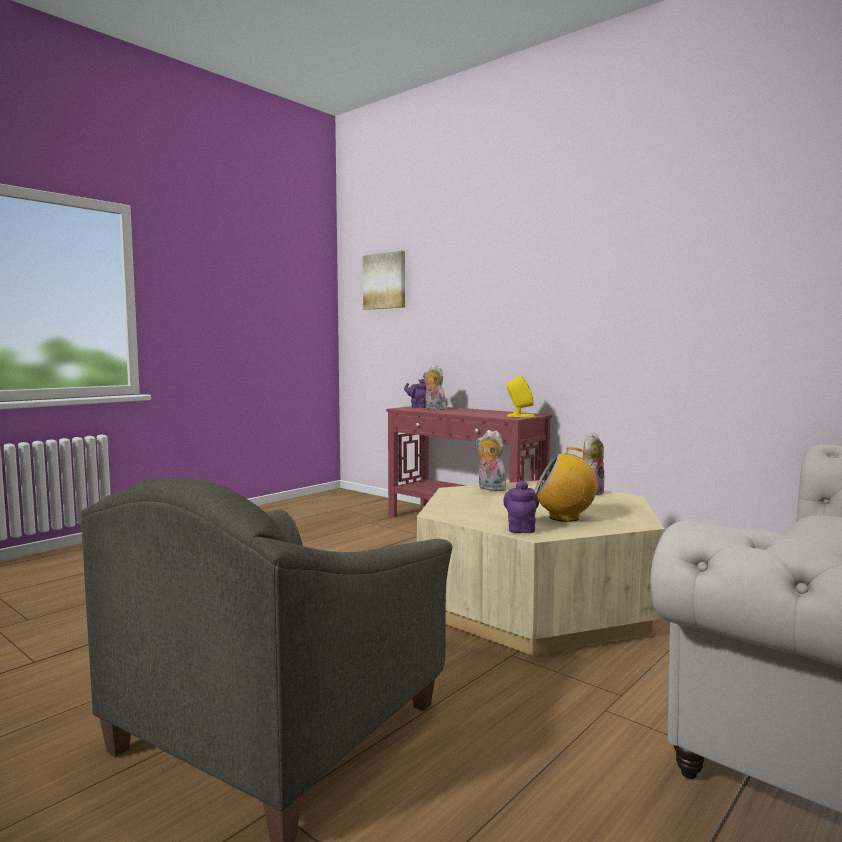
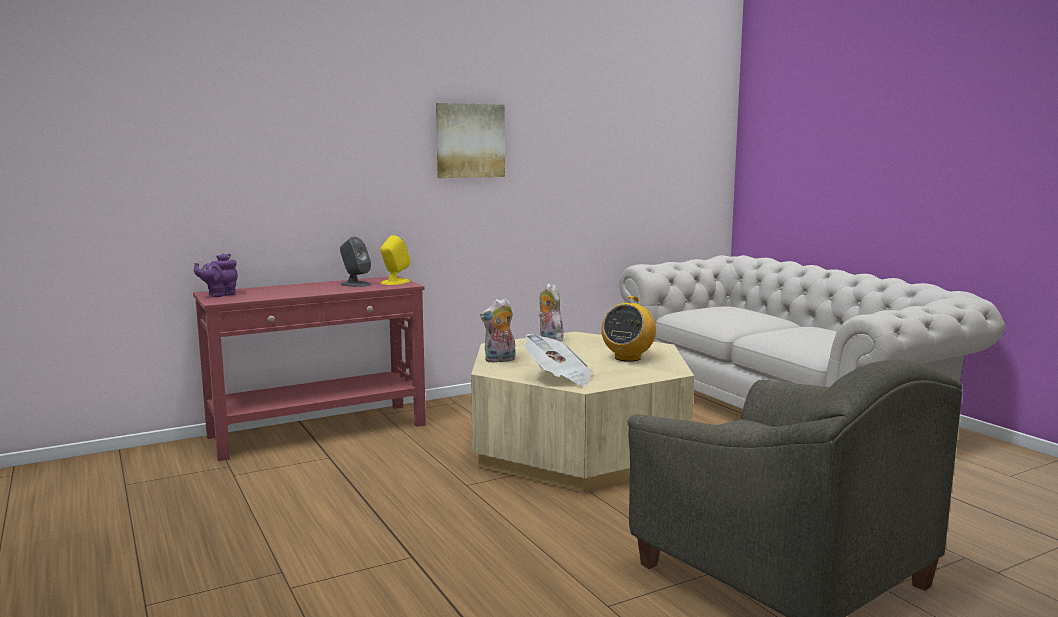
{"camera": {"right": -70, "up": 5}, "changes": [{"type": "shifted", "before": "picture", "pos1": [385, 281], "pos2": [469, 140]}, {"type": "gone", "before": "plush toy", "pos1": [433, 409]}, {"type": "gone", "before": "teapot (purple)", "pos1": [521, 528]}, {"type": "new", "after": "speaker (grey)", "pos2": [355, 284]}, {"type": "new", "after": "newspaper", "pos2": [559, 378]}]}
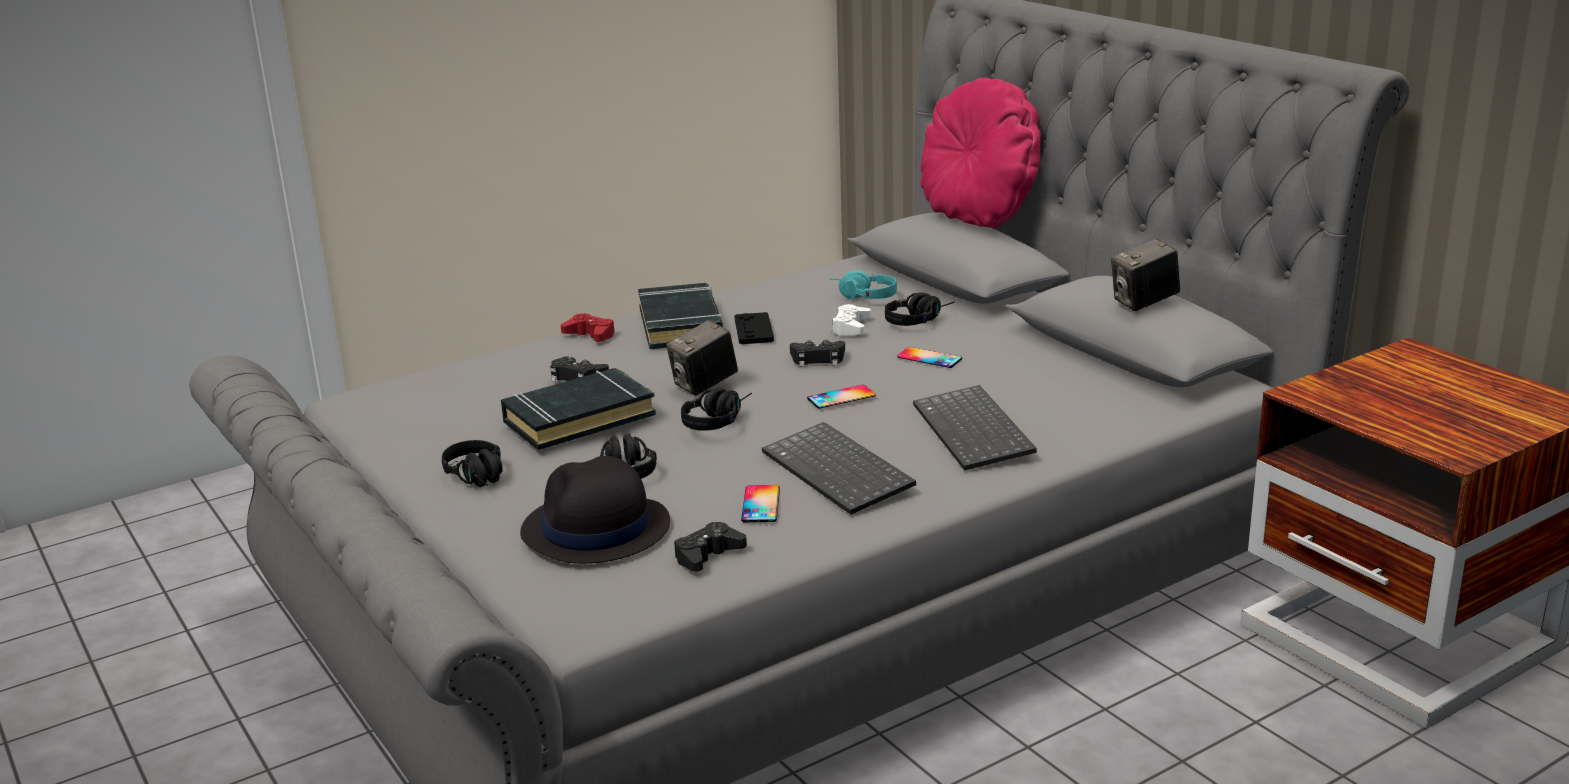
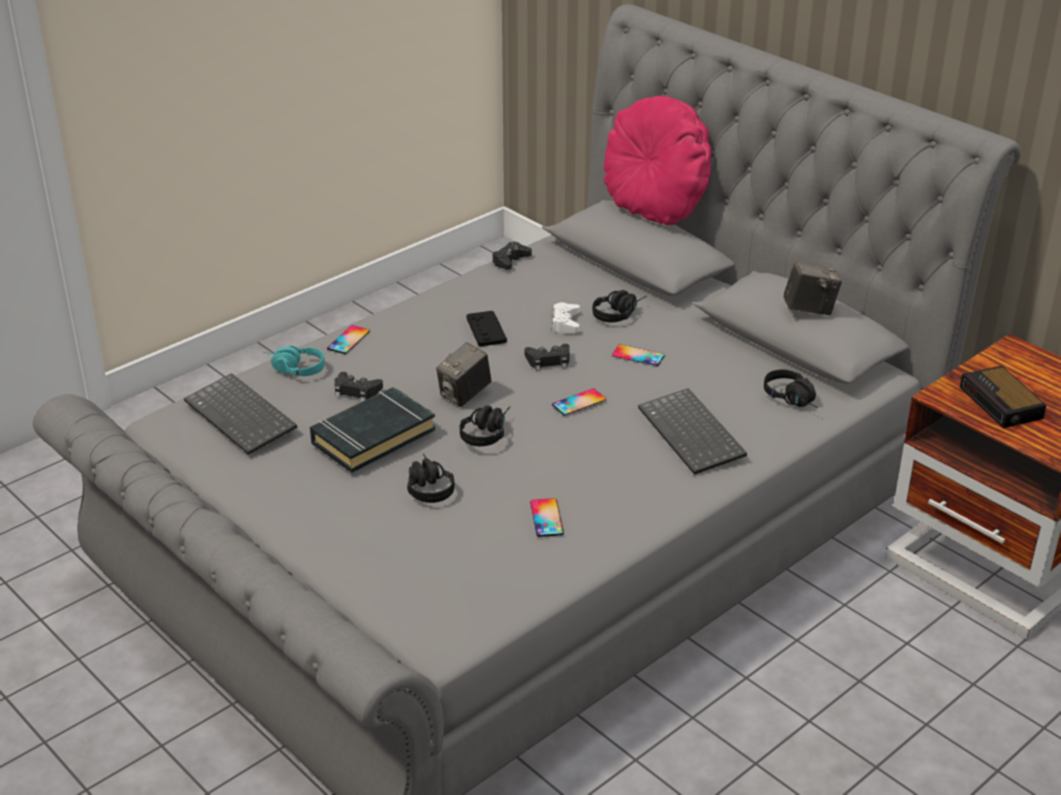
{"camera": {"right": -10, "up": 10}, "changes": [{"type": "rotated", "before": "photo camera", "pos1": [1144, 303], "pos2": [809, 309], "turn": -150}, {"type": "shifted", "before": "headphones (turquoise)", "pos1": [861, 296], "pos2": [292, 369]}, {"type": "gone", "before": "book (black)", "pos1": [681, 325]}, {"type": "swapped", "before": "game controller (red)", "after": "phone", "pos1": [590, 335], "pos2": [348, 340]}, {"type": "shifted", "before": "keyboard", "pos1": [840, 471], "pos2": [243, 416]}, {"type": "shifted", "before": "headphones (black)", "pos1": [480, 479], "pos2": [794, 399]}, {"type": "gone", "before": "hat (black)", "pos1": [595, 530]}, {"type": "shifted", "before": "game controller (black)", "pos1": [708, 555], "pos2": [510, 261]}, {"type": "new", "after": "alarm clock", "pos2": [1002, 404]}]}
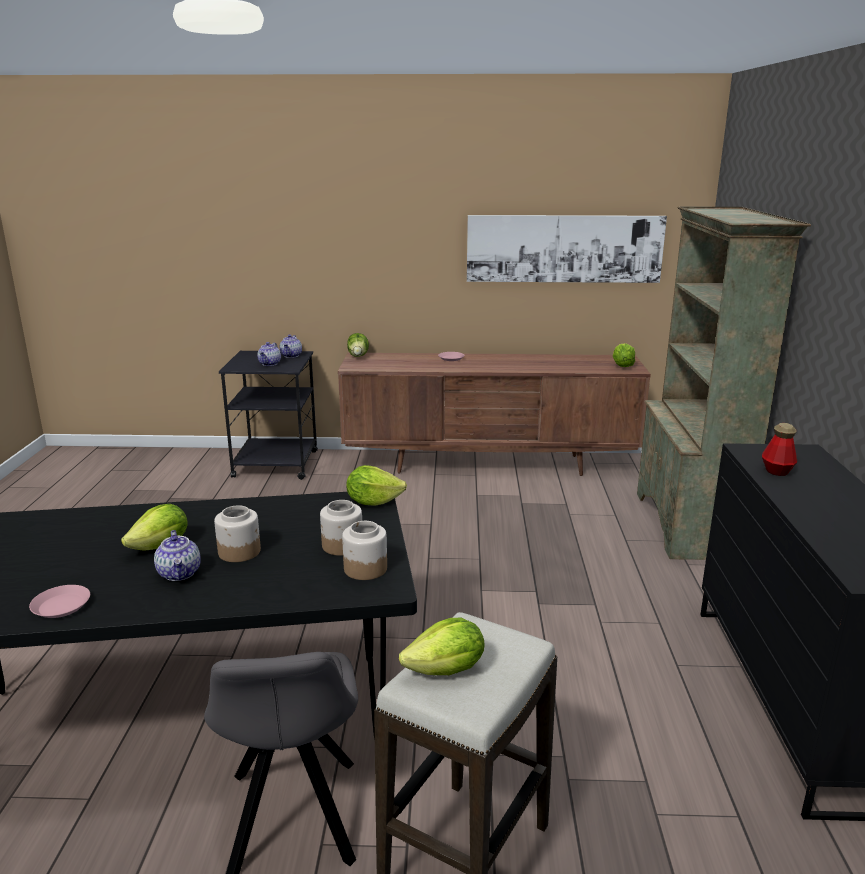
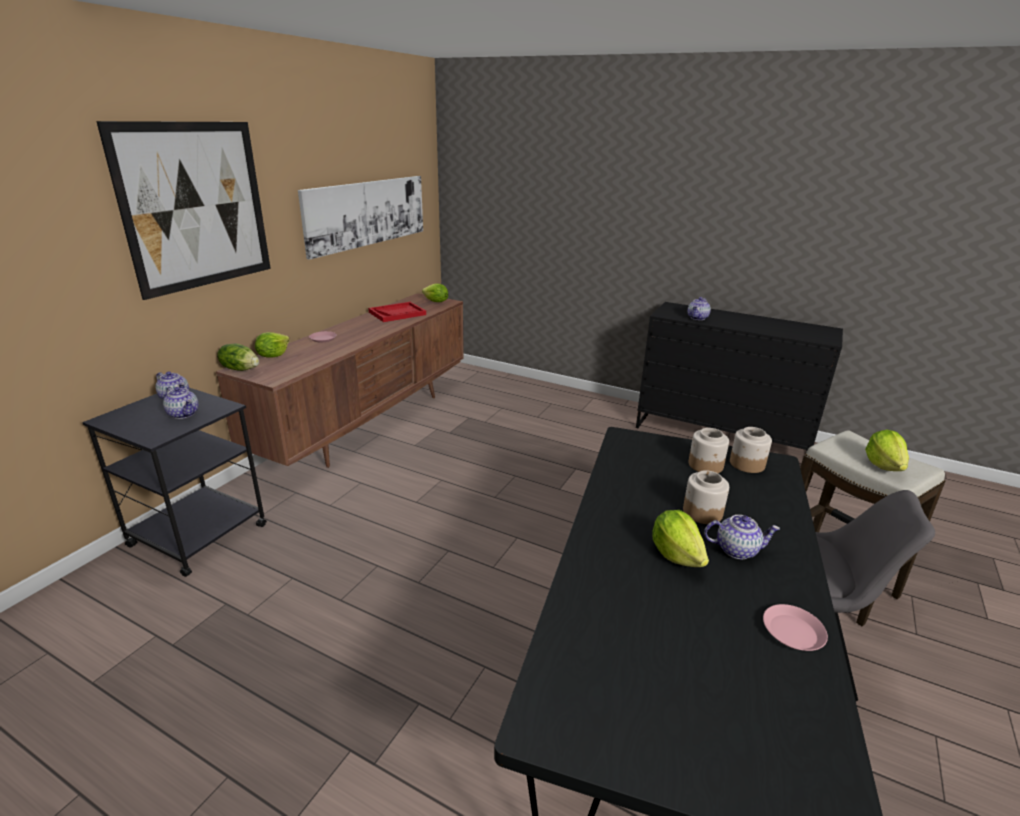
{"camera": {"right": -65, "up": 5}, "changes": [{"type": "gone", "before": "bookcase (green)", "pos1": [687, 524]}, {"type": "swapped", "before": "bottle", "after": "teapot", "pos1": [777, 471], "pos2": [697, 318]}, {"type": "shifted", "before": "lettuce", "pos1": [373, 501], "pos2": [273, 355]}, {"type": "new", "after": "picture", "pos2": [196, 206]}, {"type": "new", "after": "tray (red)", "pos2": [397, 313]}]}
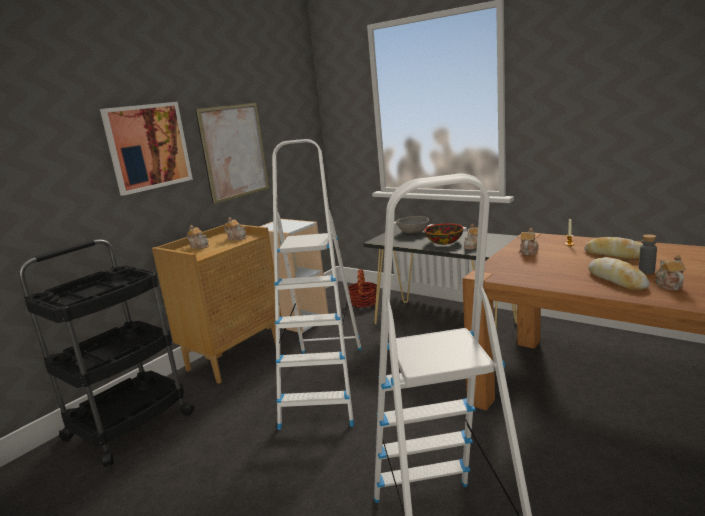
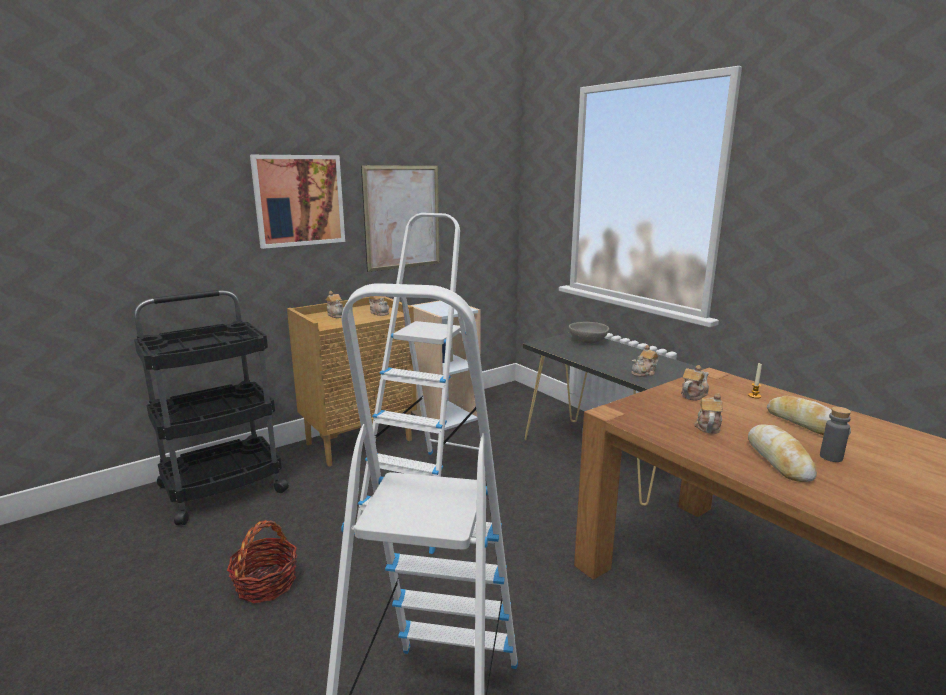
{"camera": {"right": 15, "up": 0}, "changes": [{"type": "gone", "before": "bowl", "pos1": [444, 242]}, {"type": "shifted", "before": "teapot", "pos1": [668, 285], "pos2": [707, 426]}, {"type": "shifted", "before": "basket", "pos1": [363, 302], "pos2": [266, 583]}]}
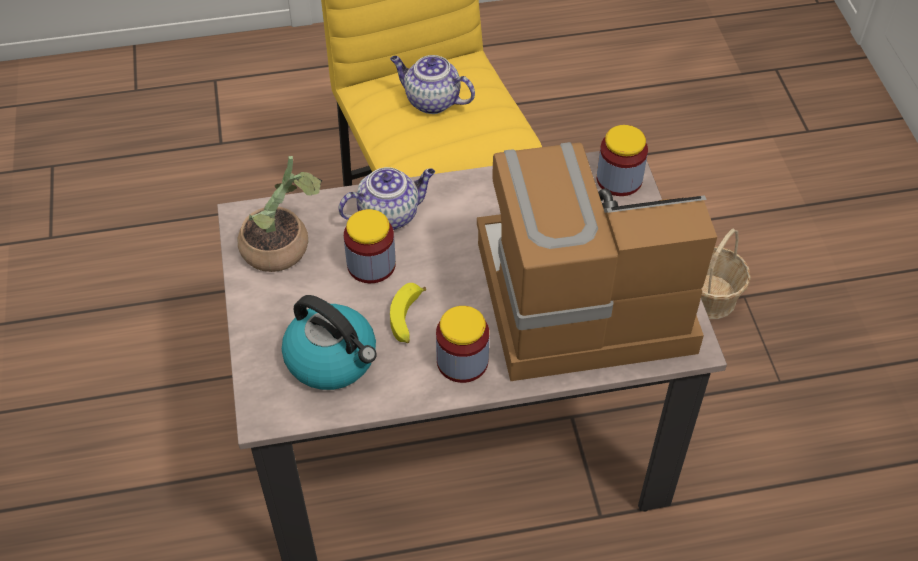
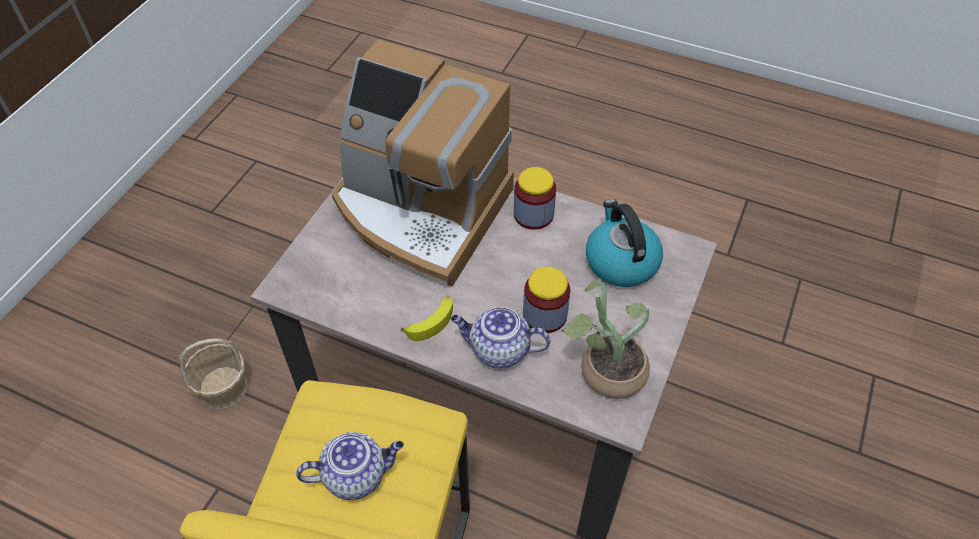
{"camera": {"right": -145, "up": 0}, "changes": [{"type": "rotated", "before": "teapot", "pos1": [431, 101], "pos2": [356, 475], "turn": -75}, {"type": "gone", "before": "jar", "pos1": [619, 179]}, {"type": "shifted", "before": "banana", "pos1": [407, 319], "pos2": [431, 321]}]}
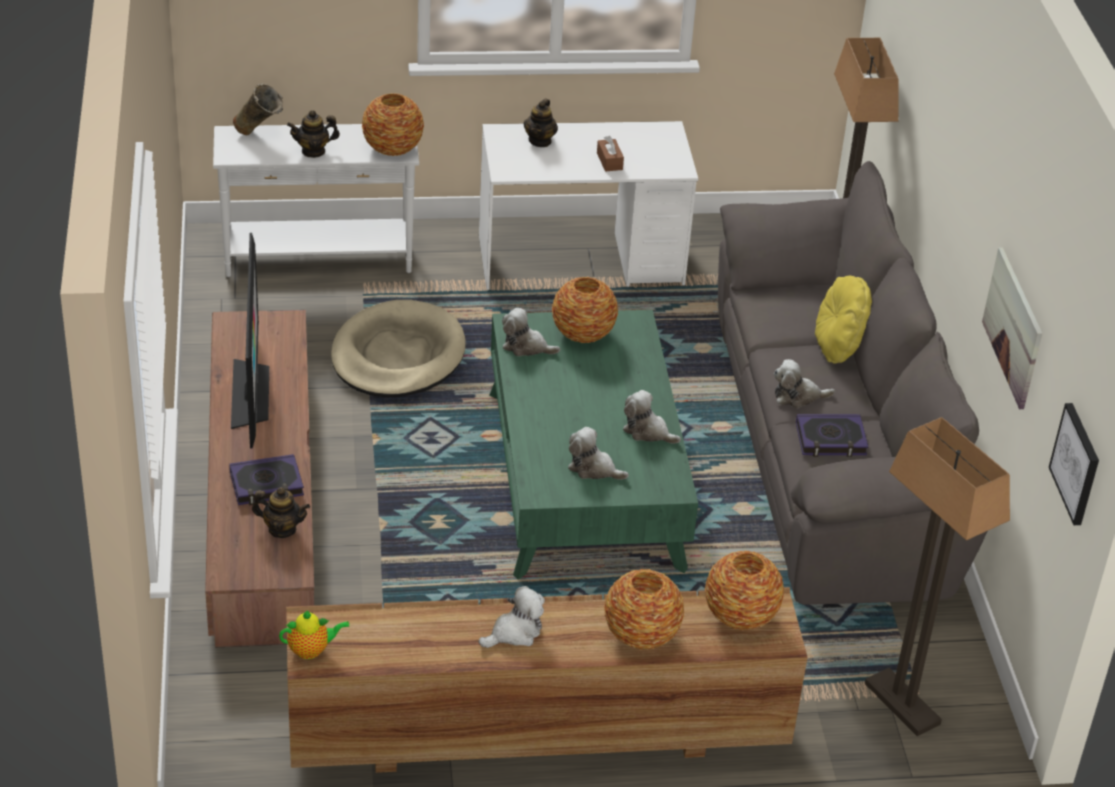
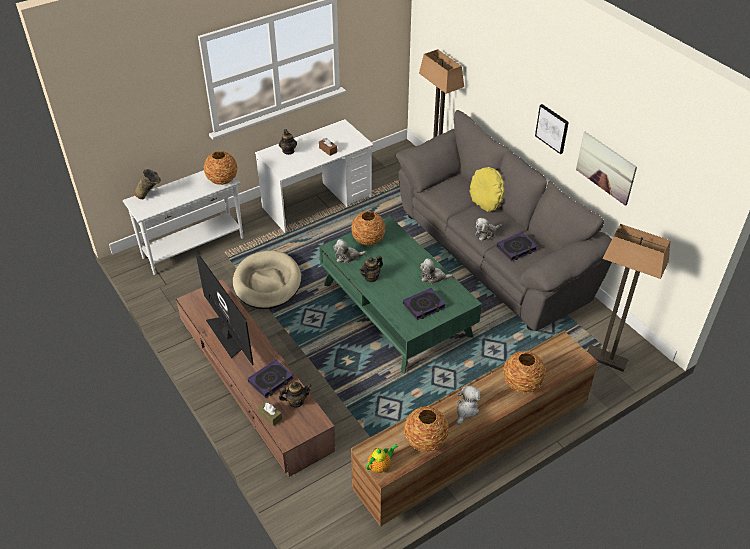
{"camera": {"right": -25, "up": 5}, "changes": [{"type": "shifted", "before": "teapot", "pos1": [313, 151], "pos2": [371, 277]}, {"type": "shifted", "before": "picture", "pos1": [1076, 463], "pos2": [552, 128]}, {"type": "swapped", "before": "plush toy", "after": "book", "pos1": [593, 468], "pos2": [424, 306]}, {"type": "shifted", "before": "vase", "pos1": [740, 615], "pos2": [425, 440]}, {"type": "new", "after": "tissue box (brown)", "pos2": [270, 416]}]}
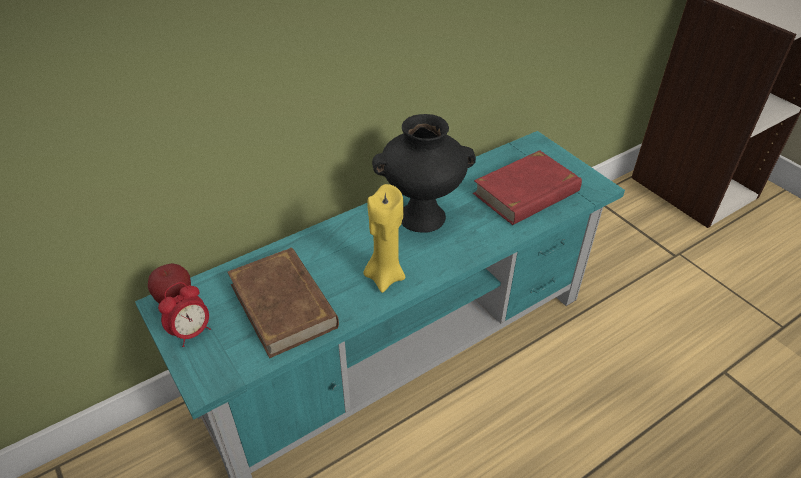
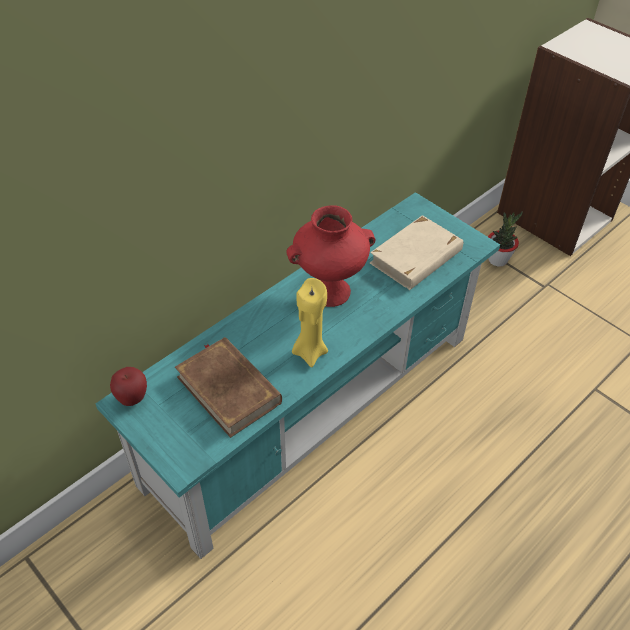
{"camera": {"right": -10, "up": 5}, "changes": [{"type": "repainted", "before": "vase (black)", "after": "vase (red)", "pos1": [423, 216], "pos2": [330, 291]}, {"type": "repainted", "before": "book (red)", "after": "book (beige)", "pos1": [527, 193], "pos2": [416, 257]}, {"type": "gone", "before": "alarm clock", "pos1": [191, 333]}, {"type": "new", "after": "potted plant", "pos2": [498, 260]}]}
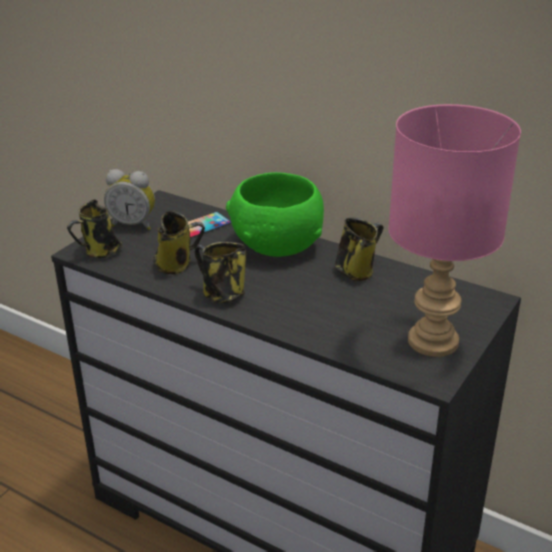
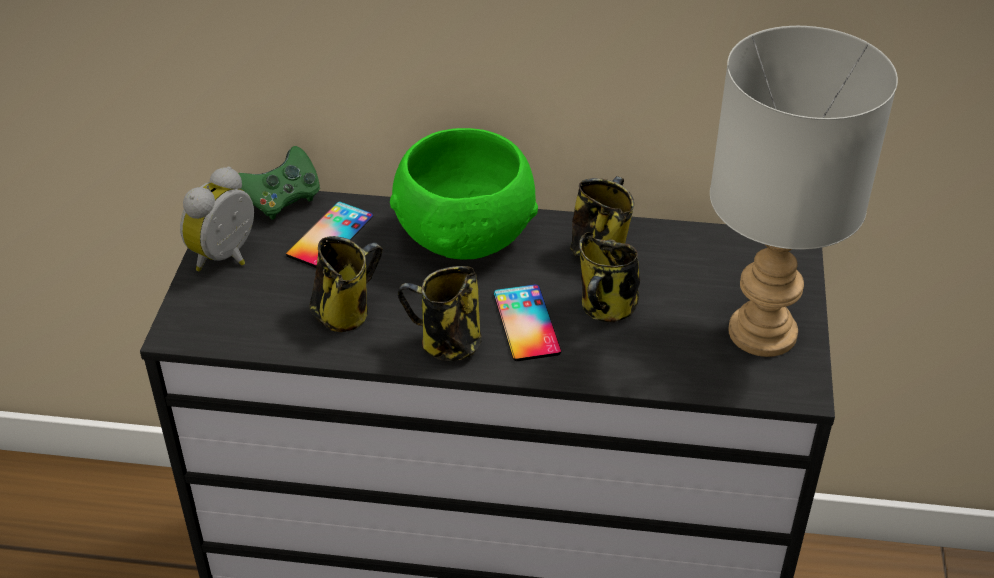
{"camera": {"right": -25, "up": 10}, "changes": [{"type": "repainted", "before": "table lamp (pink)", "after": "table lamp (grey)", "pos1": [435, 341], "pos2": [765, 332]}, {"type": "rotated", "before": "alarm clock", "pos1": [133, 224], "pos2": [228, 258], "turn": 135}, {"type": "shifted", "before": "mug", "pos1": [100, 252], "pos2": [606, 309]}, {"type": "new", "after": "game controller (green)", "pos2": [280, 200]}, {"type": "new", "after": "phone", "pos2": [526, 323]}]}
